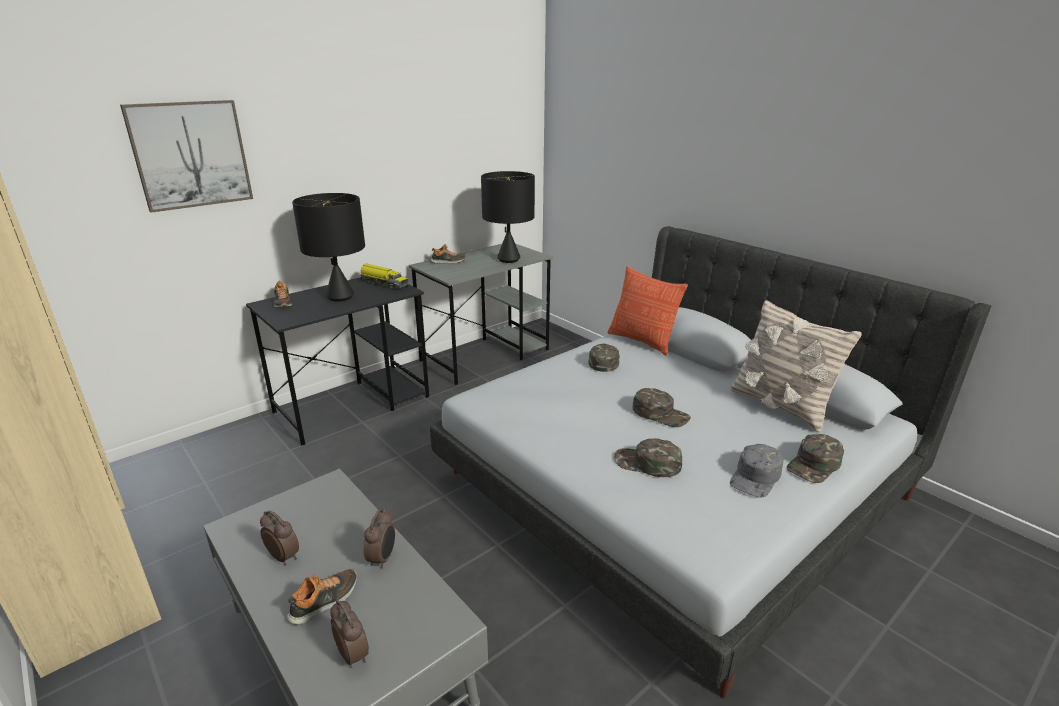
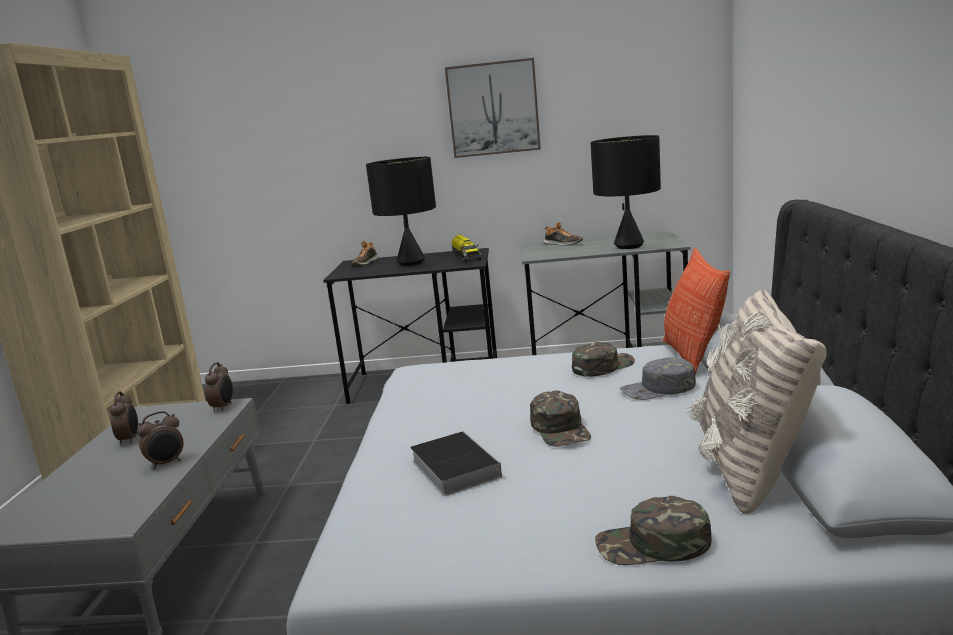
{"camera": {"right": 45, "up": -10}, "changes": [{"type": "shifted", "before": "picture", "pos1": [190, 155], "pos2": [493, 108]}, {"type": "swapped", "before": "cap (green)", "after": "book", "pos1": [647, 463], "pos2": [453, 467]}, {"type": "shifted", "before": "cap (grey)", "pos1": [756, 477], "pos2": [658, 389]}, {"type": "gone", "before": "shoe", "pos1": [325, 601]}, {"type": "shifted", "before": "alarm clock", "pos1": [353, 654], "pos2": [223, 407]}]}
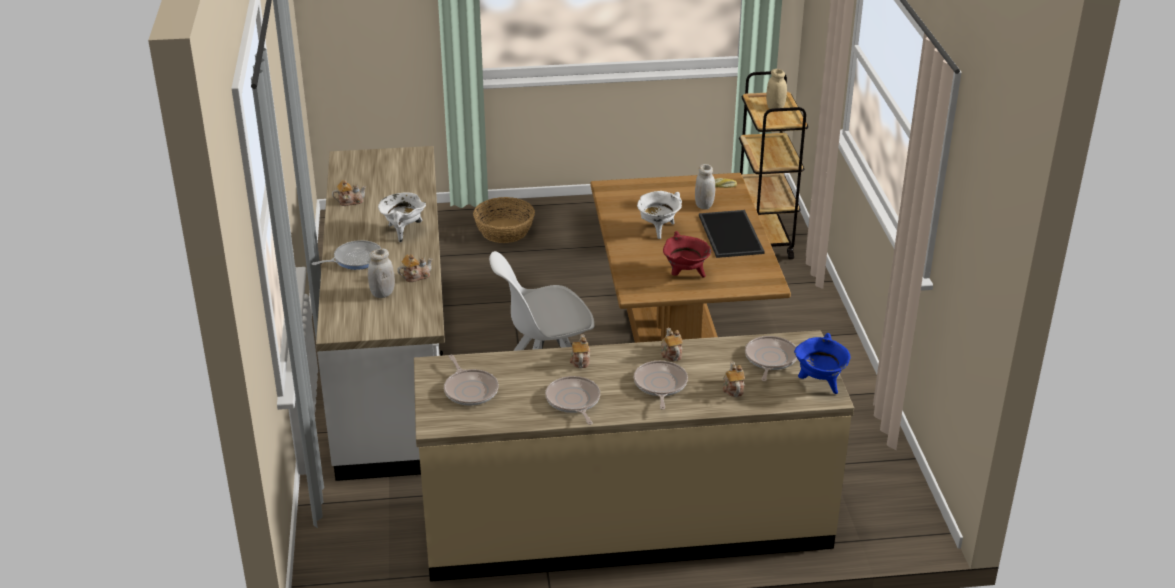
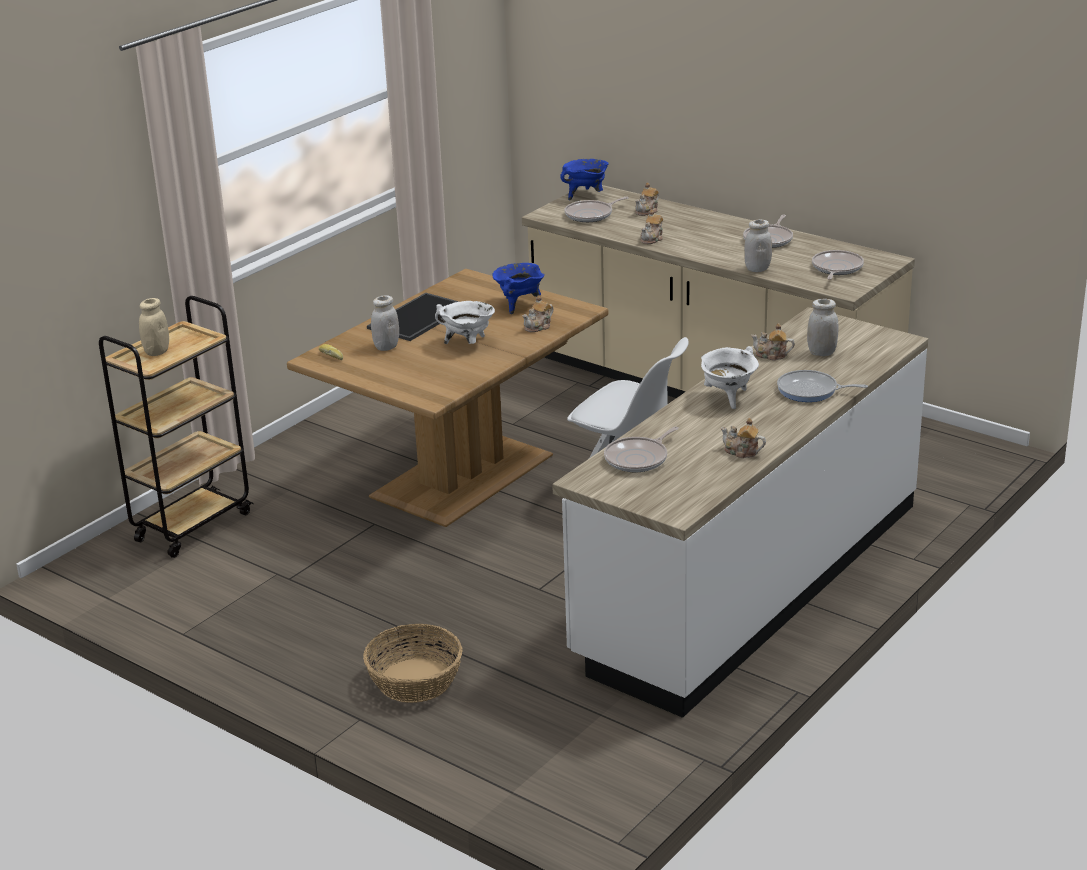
{"camera": {"right": -135, "up": -5}, "changes": [{"type": "repainted", "before": "cooking pot (red)", "after": "cooking pot (blue)", "pos1": [685, 275], "pos2": [519, 305]}, {"type": "shifted", "before": "teapot", "pos1": [580, 360], "pos2": [538, 326]}, {"type": "shifted", "before": "frying pan", "pos1": [660, 385], "pos2": [639, 458]}, {"type": "new", "after": "jar (white)", "pos2": [757, 269]}]}
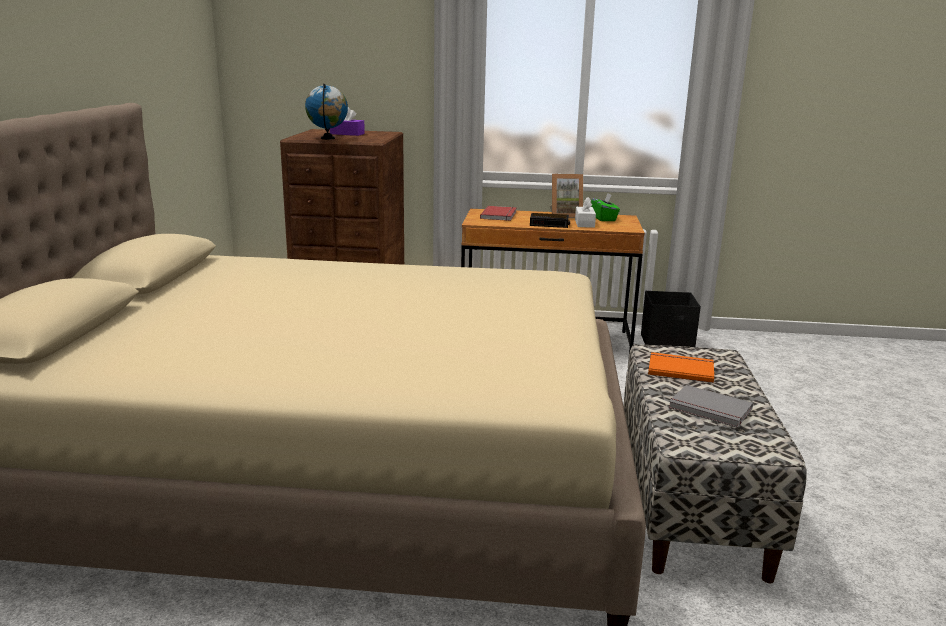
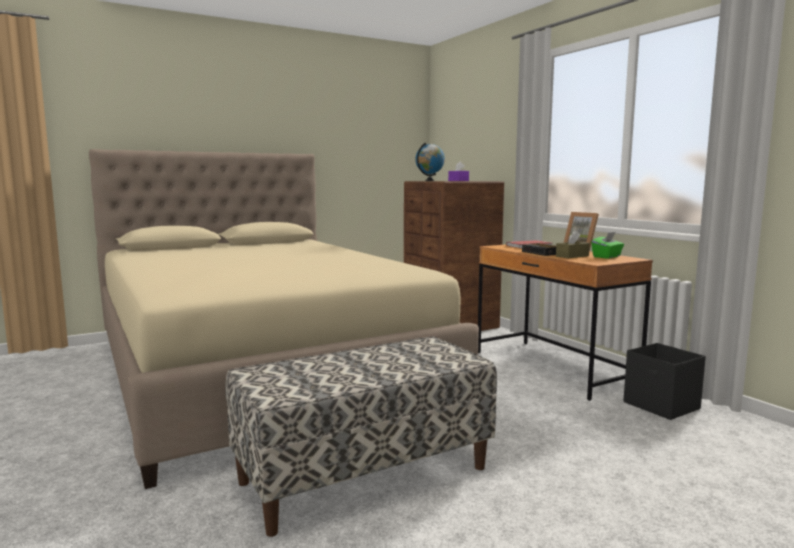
{"camera": {"right": 55, "up": -10}, "changes": [{"type": "repainted", "before": "tissue box (white)", "after": "tissue box (brown)", "pos1": [584, 223], "pos2": [572, 256]}, {"type": "gone", "before": "book (orange)", "pos1": [680, 369]}, {"type": "gone", "before": "book (grey)", "pos1": [709, 409]}]}
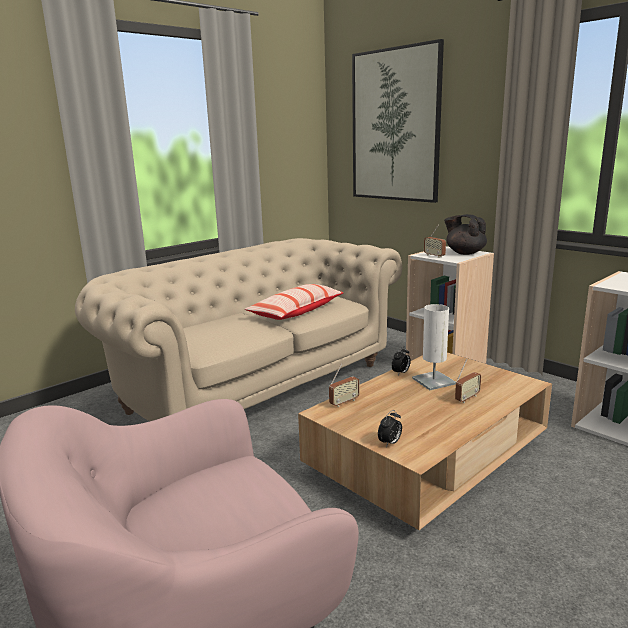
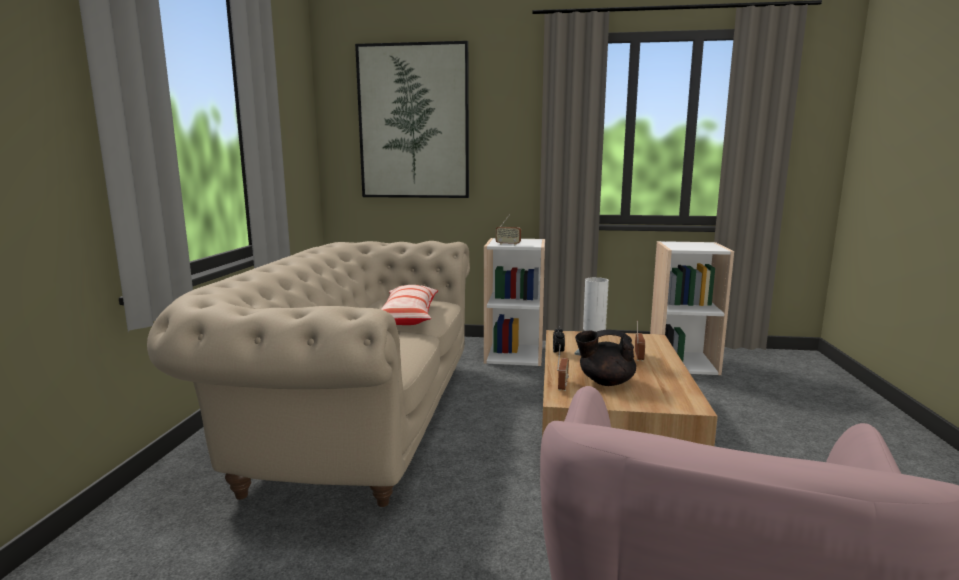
{"camera": {"right": -40, "up": -5}, "changes": [{"type": "shifted", "before": "teapot (black)", "pos1": [464, 253], "pos2": [605, 382]}, {"type": "gone", "before": "alarm clock", "pos1": [390, 443]}]}
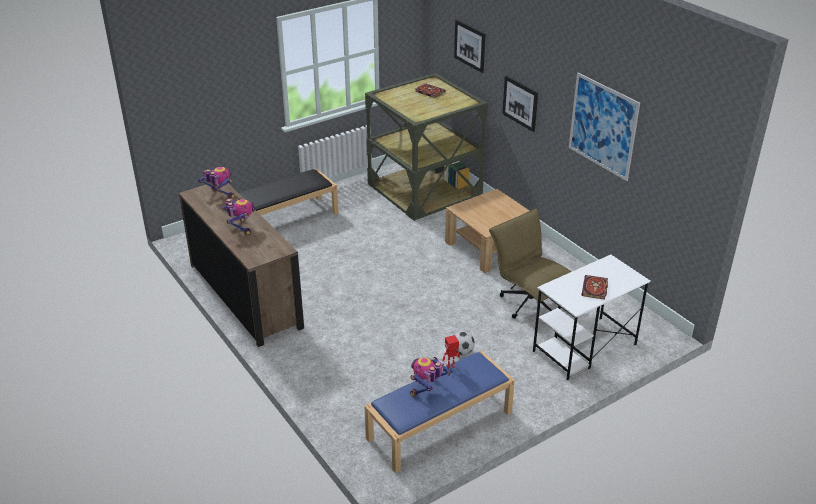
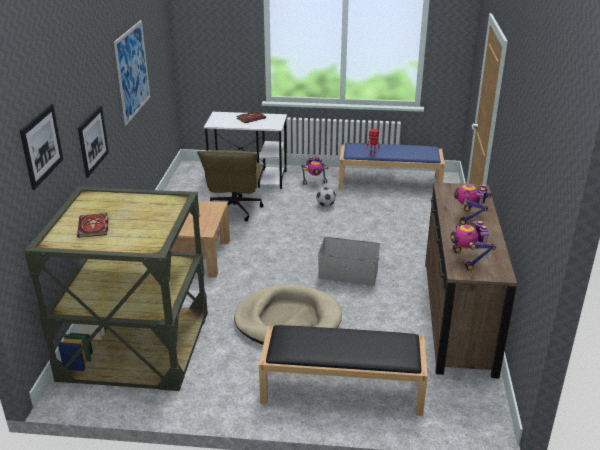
{"camera": {"right": -140, "up": -5}, "changes": [{"type": "shifted", "before": "toy robot", "pos1": [427, 389], "pos2": [314, 182]}, {"type": "new", "after": "storage box (grey)", "pos2": [348, 274]}, {"type": "new", "after": "dog bed (beige)", "pos2": [288, 320]}]}
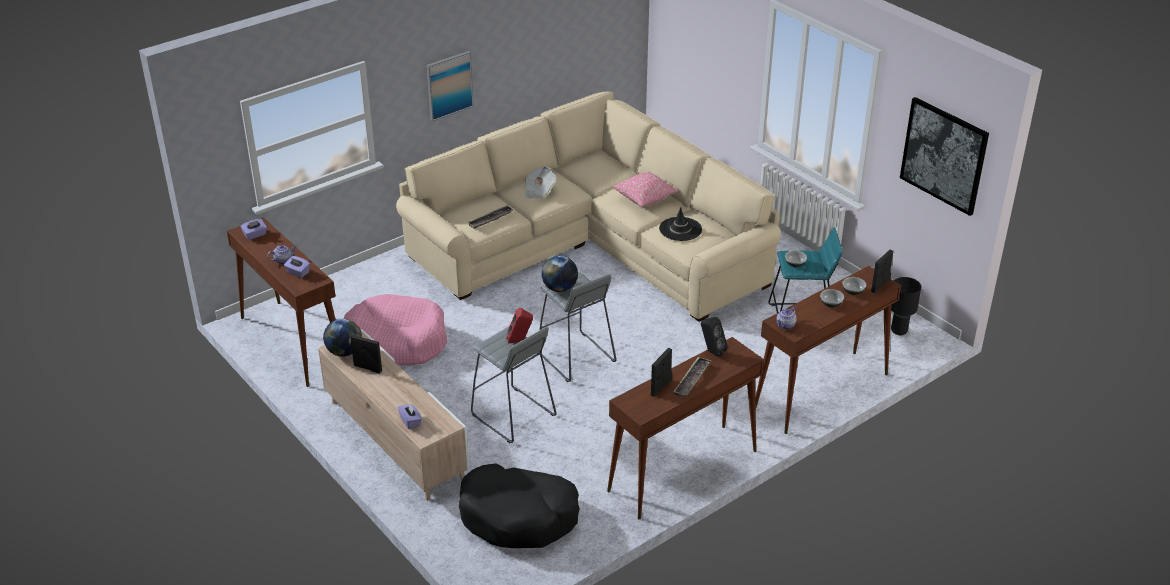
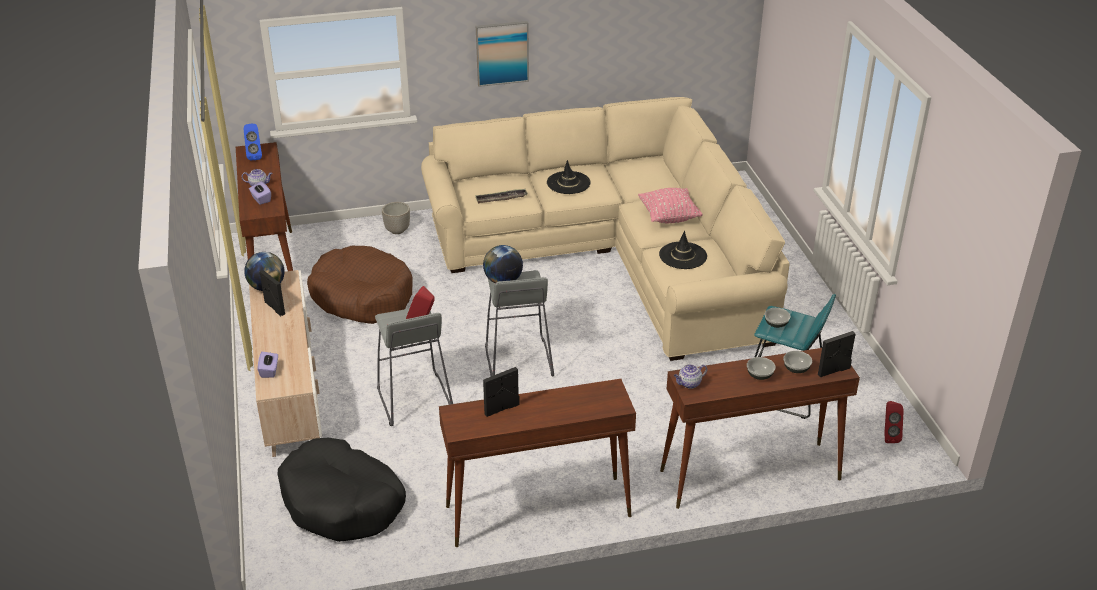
{"camera": {"right": 25, "up": 0}, "changes": [{"type": "gone", "before": "picture", "pos1": [944, 155]}, {"type": "swapped", "before": "newspaper", "after": "hat (black)", "pos1": [538, 191], "pos2": [568, 183]}, {"type": "swapped", "before": "tissue box (purple)", "after": "speaker (blue)", "pos1": [255, 235], "pos2": [255, 156]}, {"type": "swapped", "before": "table lamp (black)", "after": "speaker (red)", "pos1": [899, 331], "pos2": [888, 436]}, {"type": "repainted", "before": "dog bed (pink)", "after": "dog bed (brown)", "pos1": [396, 342], "pos2": [362, 296]}, {"type": "gone", "before": "speaker (black)", "pos1": [711, 351]}, {"type": "gone", "before": "tray", "pos1": [692, 379]}, {"type": "new", "after": "planter", "pos2": [397, 230]}]}
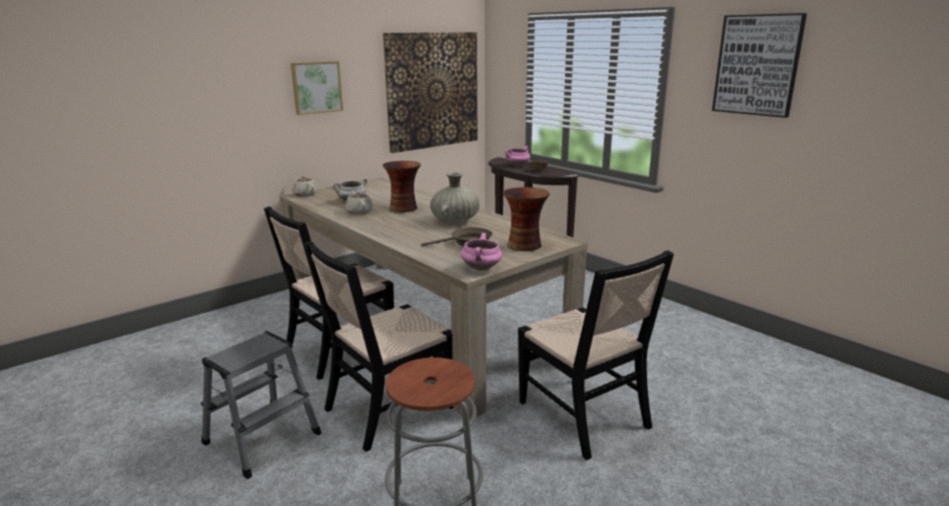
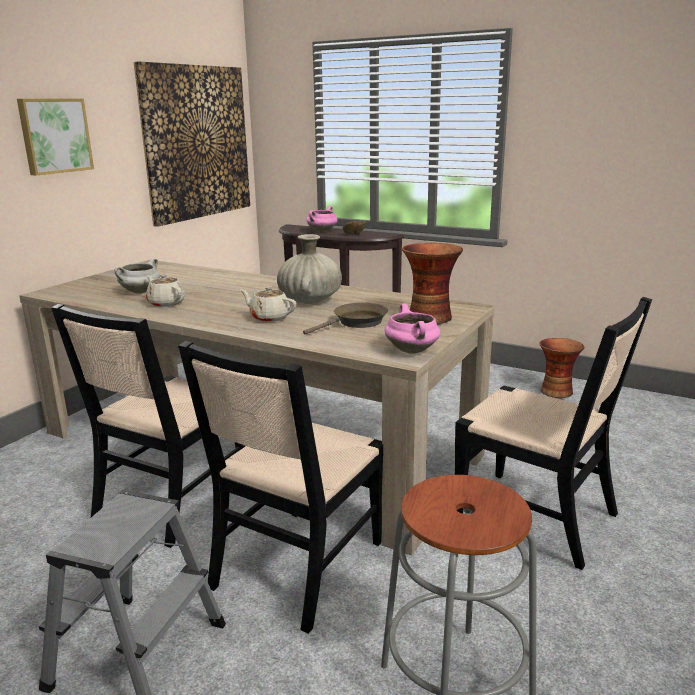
{"camera": {"right": -20, "up": 0}, "changes": [{"type": "gone", "before": "picture", "pos1": [757, 65]}, {"type": "shifted", "before": "vase", "pos1": [404, 208], "pos2": [556, 391]}, {"type": "shifted", "before": "teapot (beige)", "pos1": [305, 194], "pos2": [269, 318]}]}
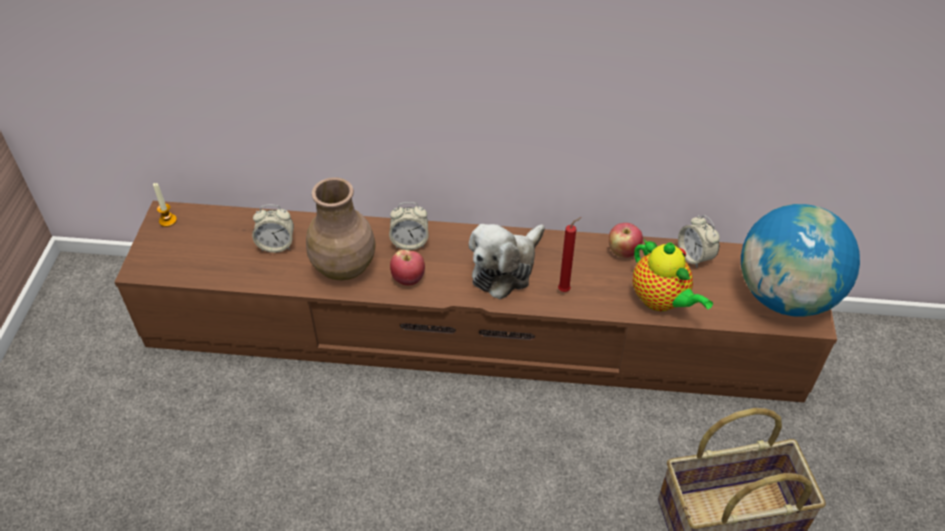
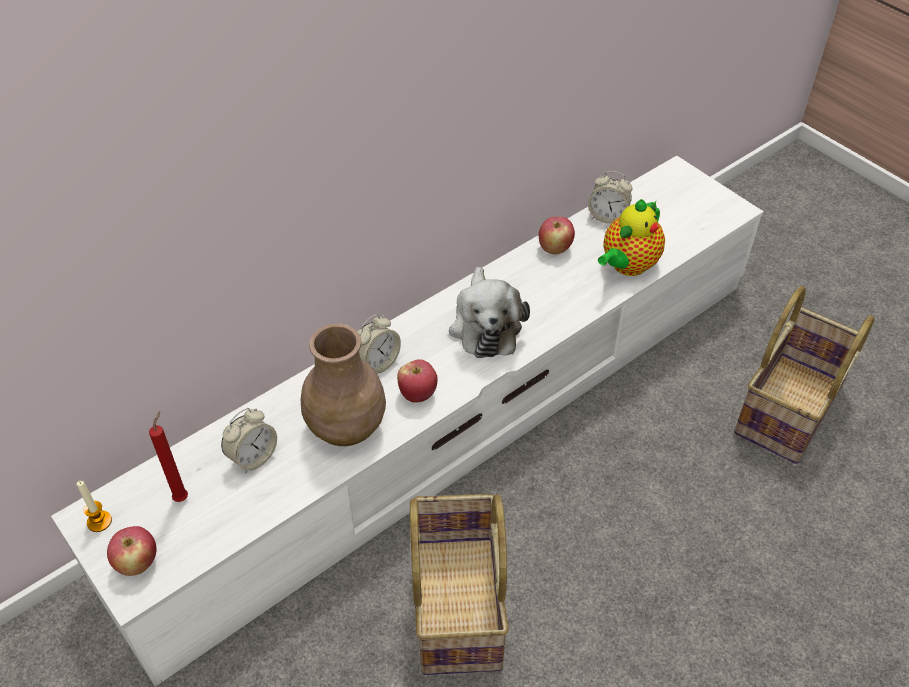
{"camera": {"right": -45, "up": 0}, "changes": [{"type": "repainted", "before": "tv stand (brown)", "after": "tv stand (white)", "pos1": [472, 332], "pos2": [453, 419]}, {"type": "gone", "before": "globe", "pos1": [785, 296]}, {"type": "shifted", "before": "candle (red)", "pos1": [565, 290], "pos2": [182, 496]}, {"type": "rotated", "before": "teapot", "pos1": [661, 301], "pos2": [627, 266], "turn": 120}, {"type": "new", "after": "basket", "pos2": [455, 604]}, {"type": "new", "after": "apple", "pos2": [137, 563]}]}
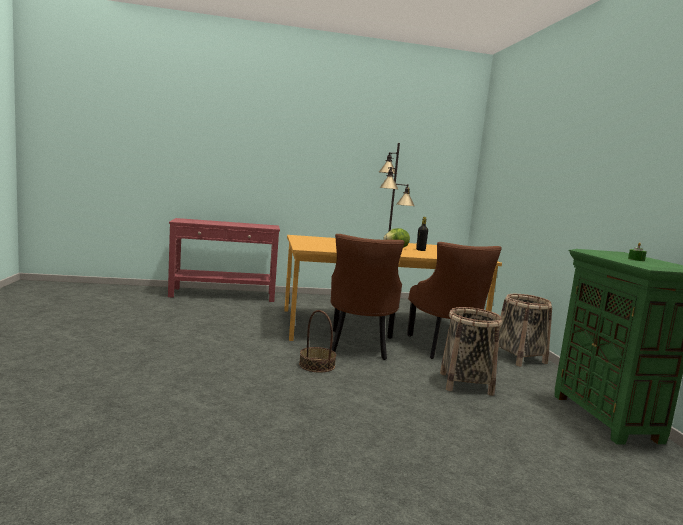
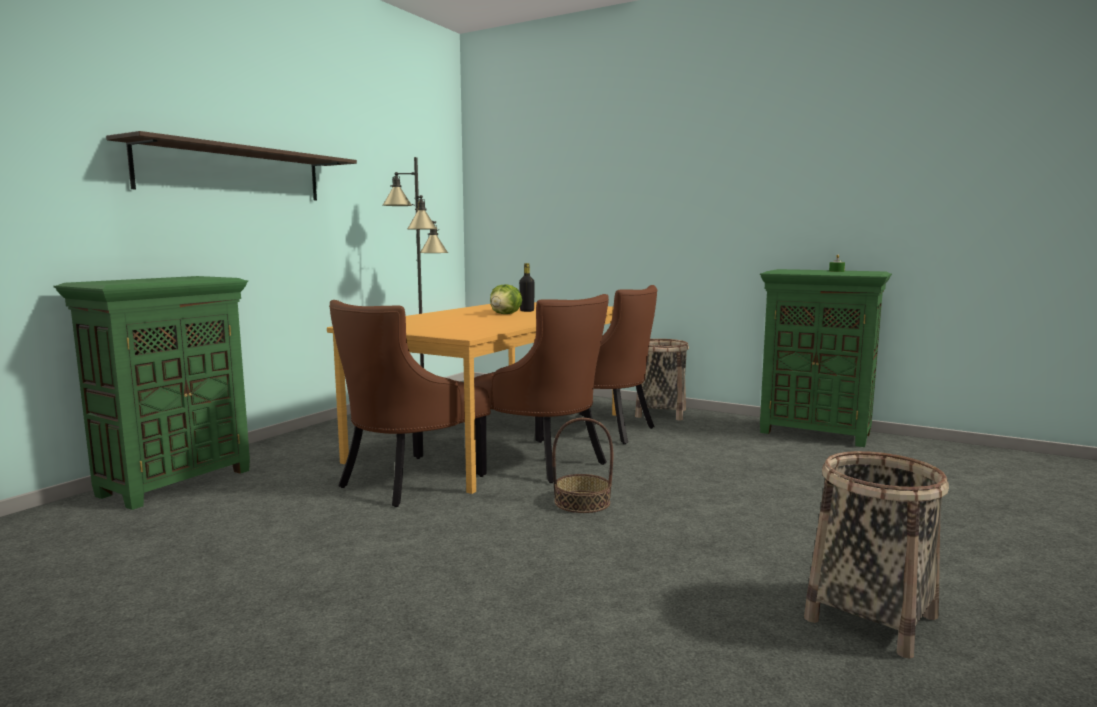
{"camera": {"right": -50, "up": 0}, "changes": [{"type": "swapped", "before": "console table (red)", "after": "cabinet (green)", "pos1": [224, 295], "pos2": [176, 482]}, {"type": "shifted", "before": "basket", "pos1": [466, 384], "pos2": [871, 618]}, {"type": "new", "after": "shelf", "pos2": [233, 173]}, {"type": "new", "after": "chair (brown)", "pos2": [412, 480]}]}
